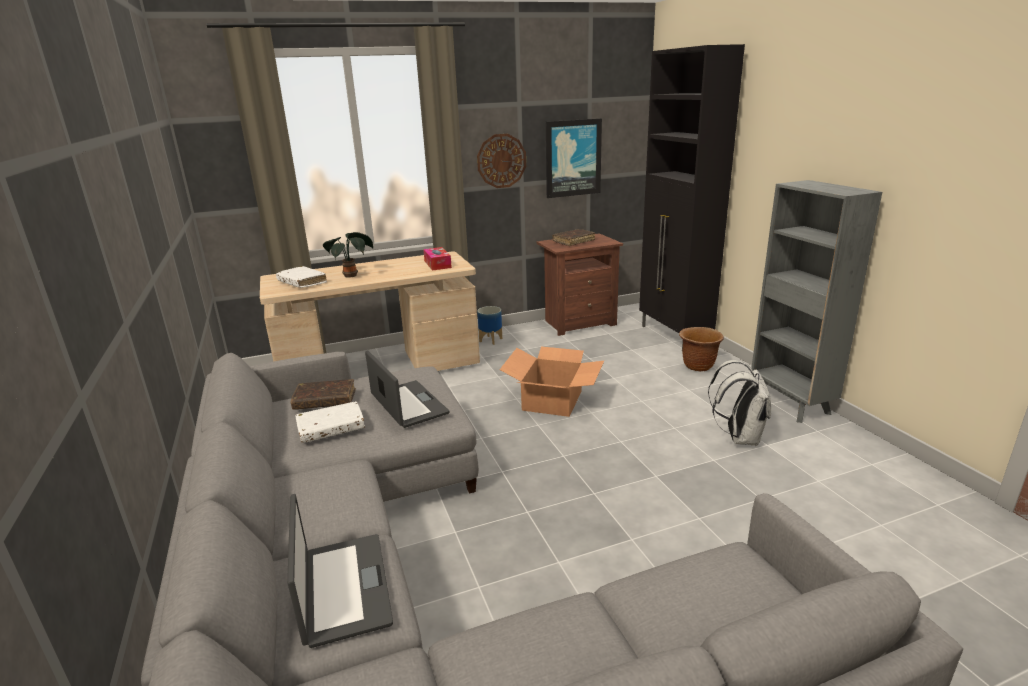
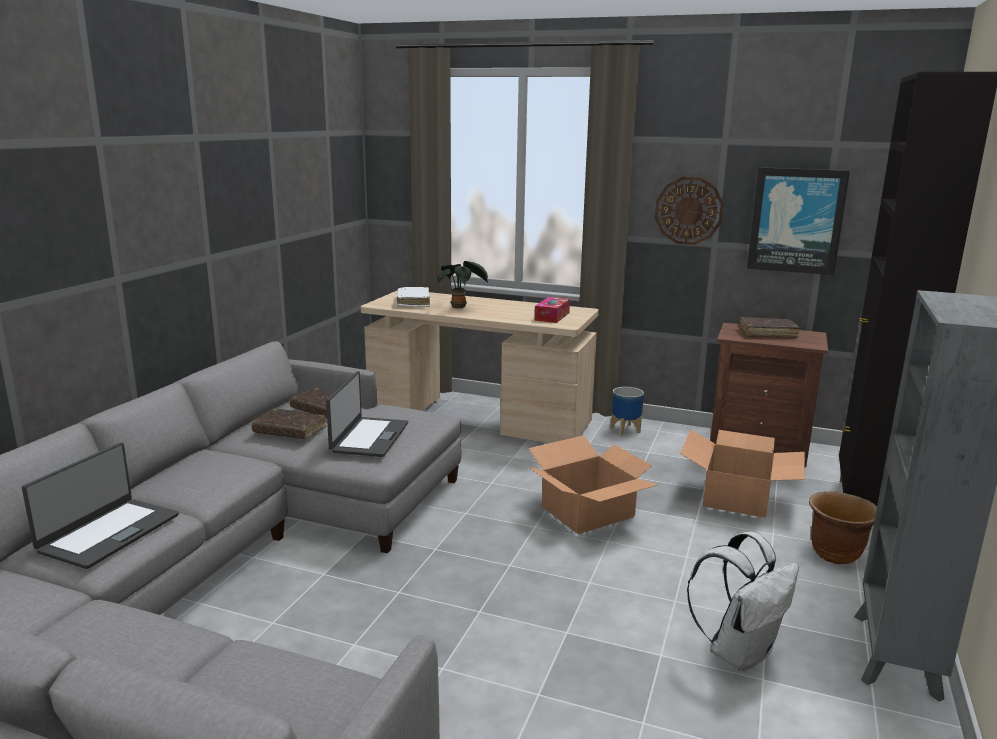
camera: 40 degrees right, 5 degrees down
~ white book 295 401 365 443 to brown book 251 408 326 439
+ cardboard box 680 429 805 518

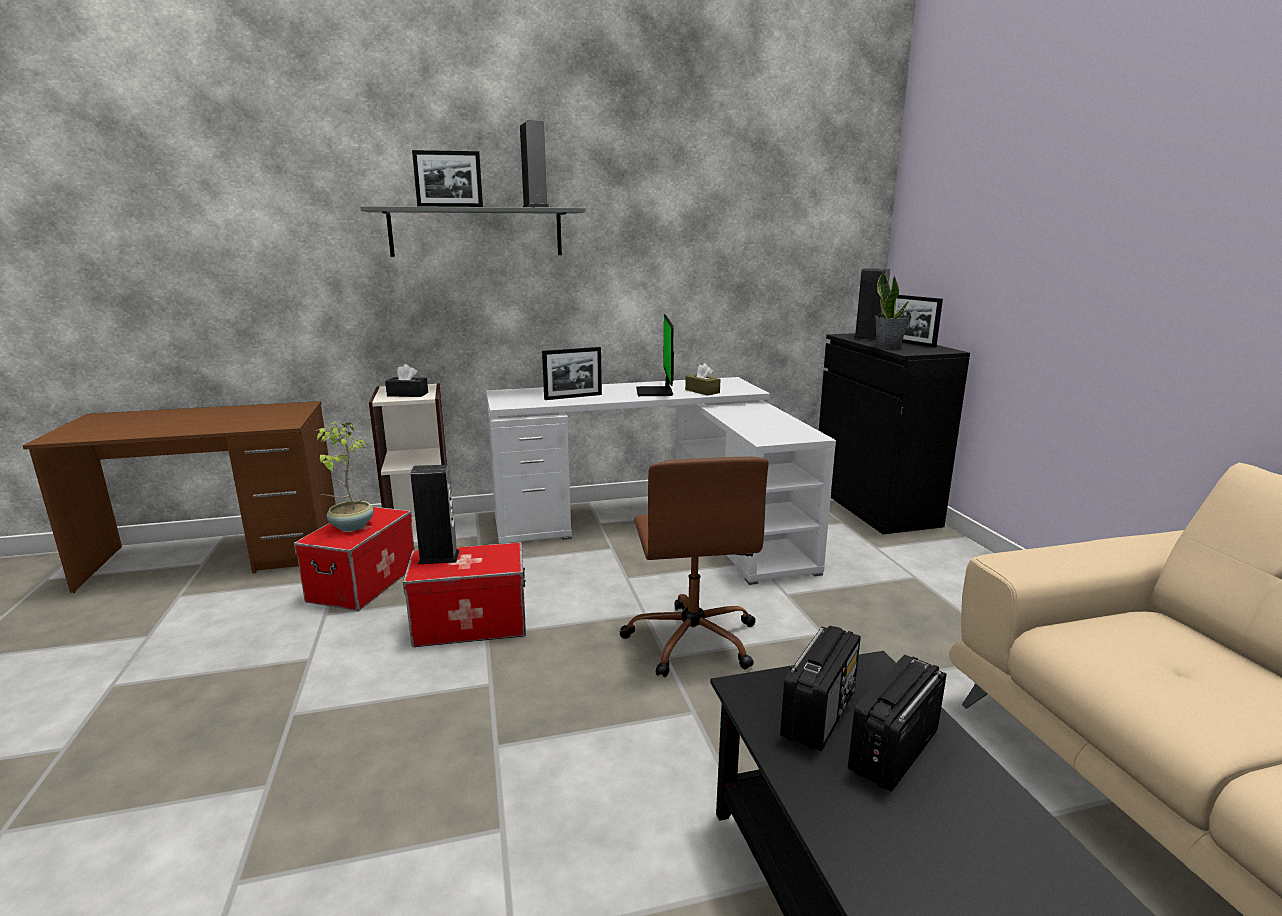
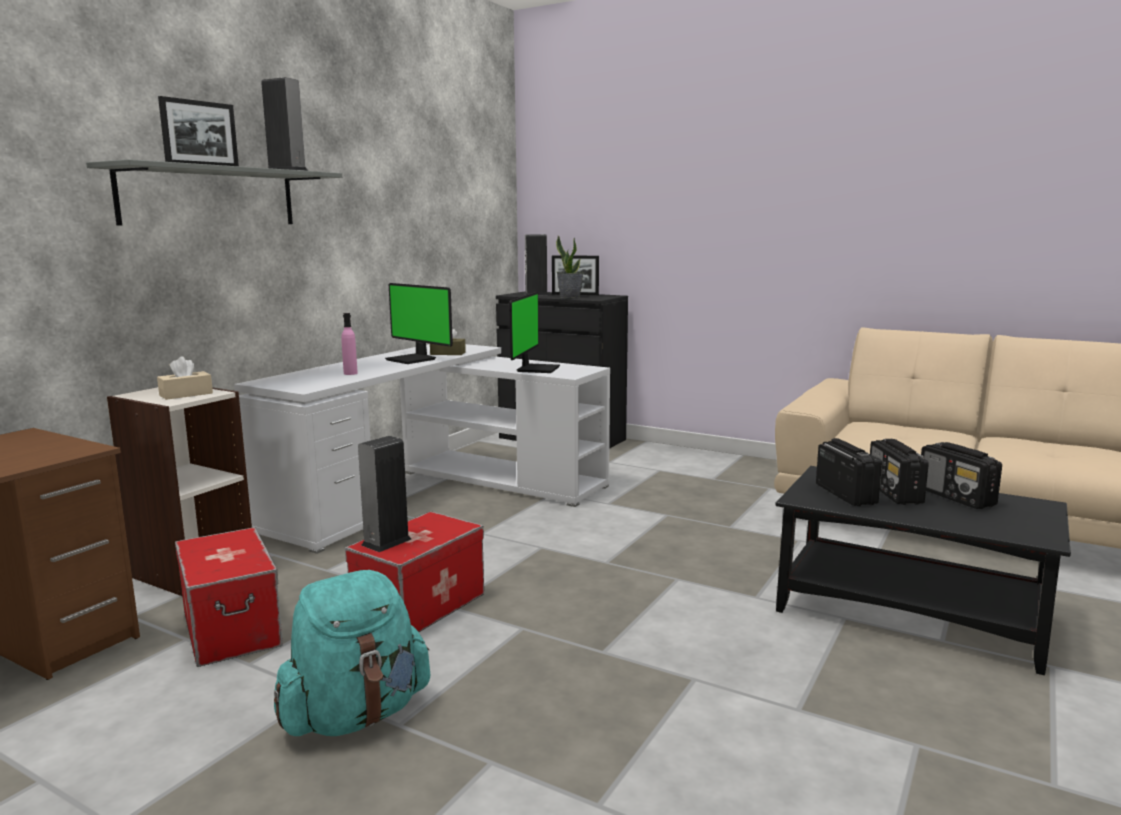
camera: 45 degrees left, 5 degrees down
~ black tissue box 385 364 428 397 to beige tissue box 157 356 213 400
+ turquoise backpack 274 570 430 736
~ picture frame 542 347 602 400 to pink bottle 341 313 358 375
+ monitor 509 292 560 373
+ radio 921 442 1002 509
- potted plant 316 422 374 531
- brown office chair 619 456 769 677

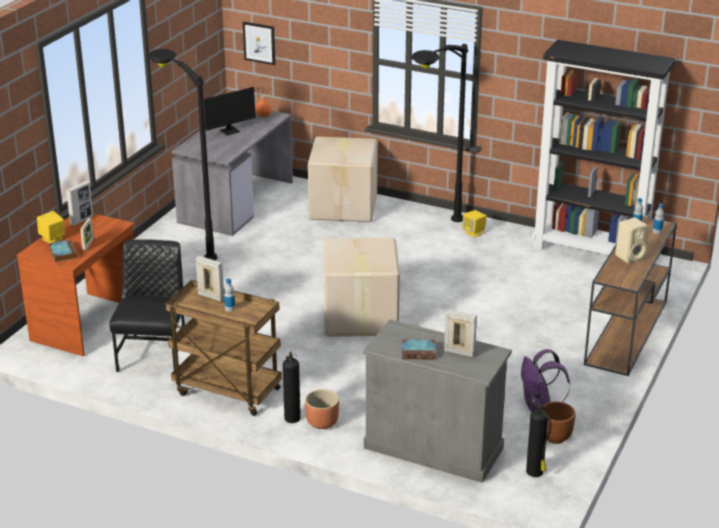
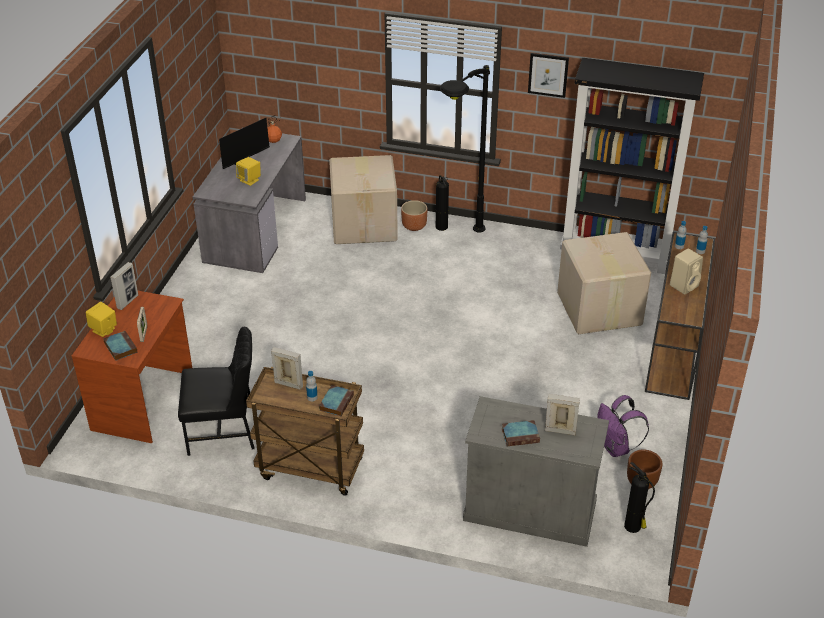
camera: 10 degrees left, 10 degrees up
~ black chair 109 239 185 372 = 178 327 255 456 90 degrees clockwise
~ yellow speaker 462 210 487 237 to 236 157 261 186
+ book 319 385 354 416
~ brown planter 305 389 339 429 to 401 200 427 231
~ fire extinguisher 283 351 301 423 to 436 175 449 231
~ picture 243 22 275 65 to 528 53 569 98
~ cardboard box 323 238 400 337 to 557 232 651 334
- black floor lamp 147 49 217 260

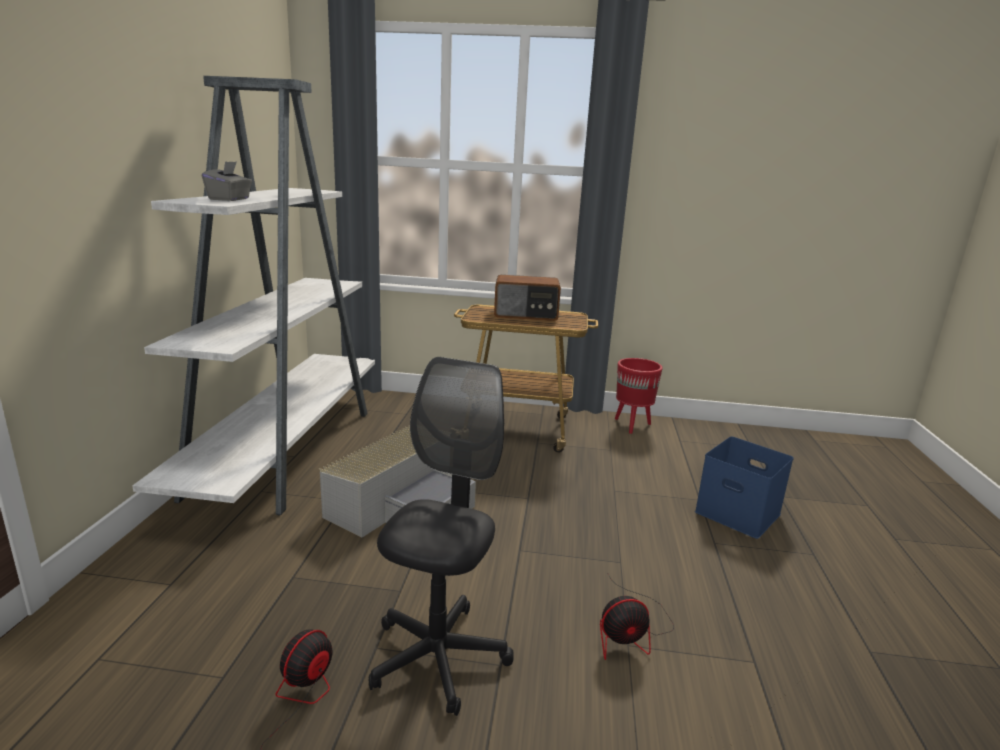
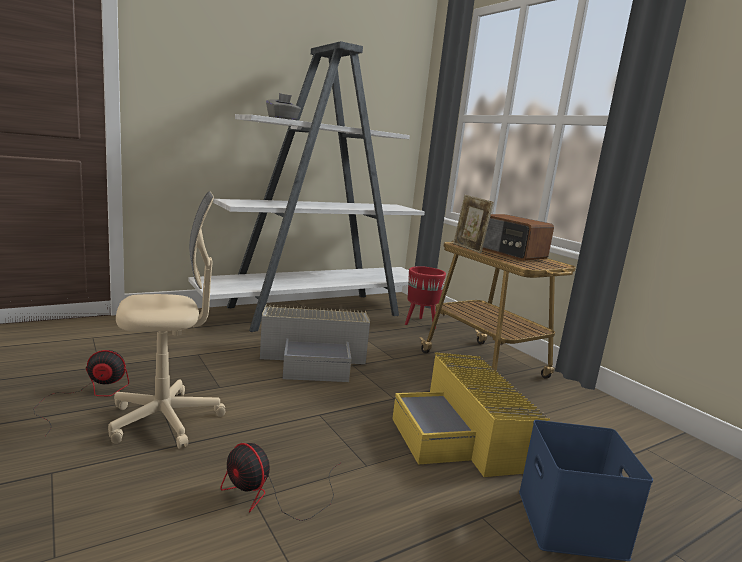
camera: 50 degrees right, 5 degrees down
~ black office chair 369 357 514 716 to beige office chair 108 191 226 449
+ yellow storage box 392 352 550 477
~ red planter 615 358 663 434 to 405 266 446 329
+ picture frame 453 195 494 253

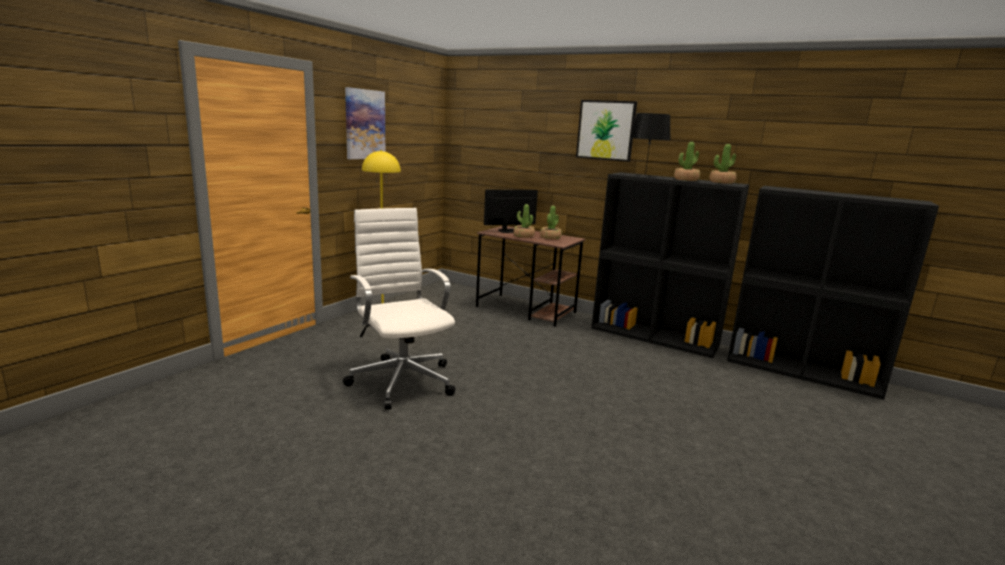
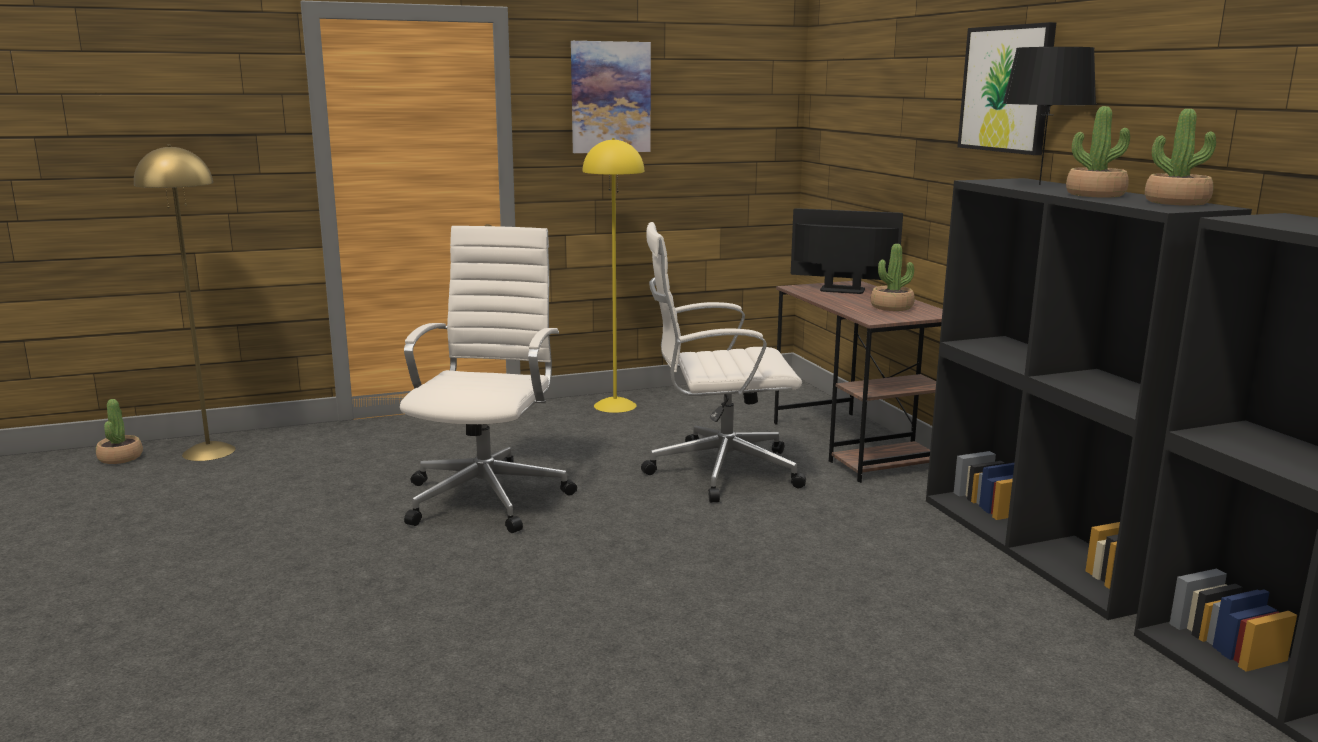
camera: 40 degrees right, 0 degrees up
~ potted plant 513 204 535 238 to 96 399 143 464
+ yellow floor lamp 134 145 236 461
+ white office chair 641 222 806 503

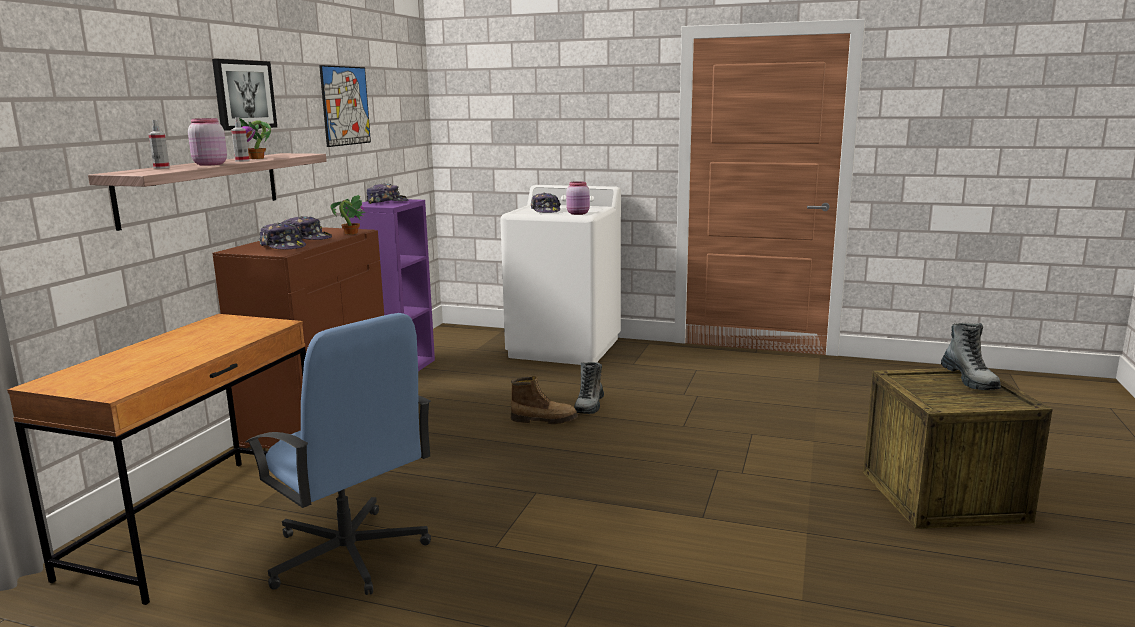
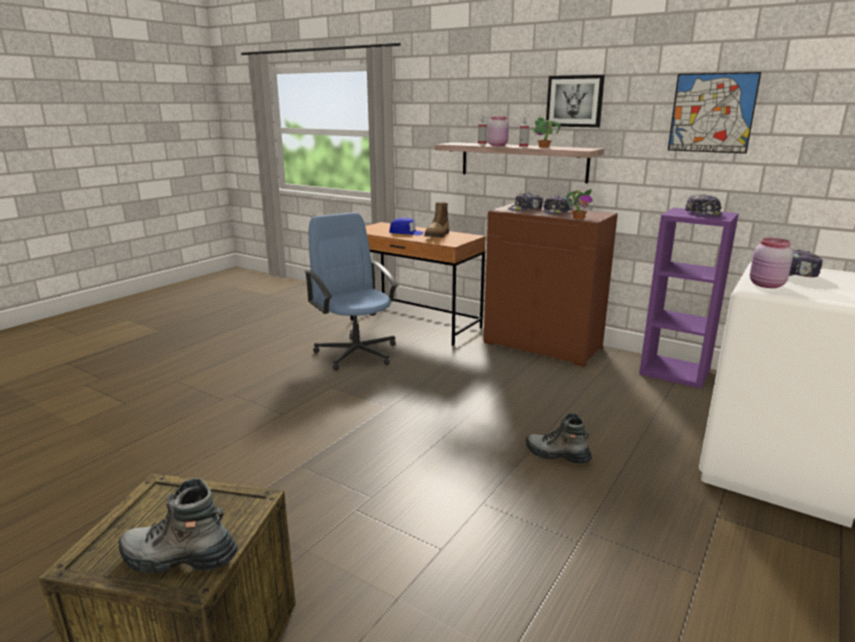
camera: 105 degrees right, 5 degrees up
~ blue office chair 246 313 431 595 = 305 212 399 371 90 degrees clockwise
+ blue cap 389 218 424 236
~ boot 511 376 578 424 to 424 202 449 238

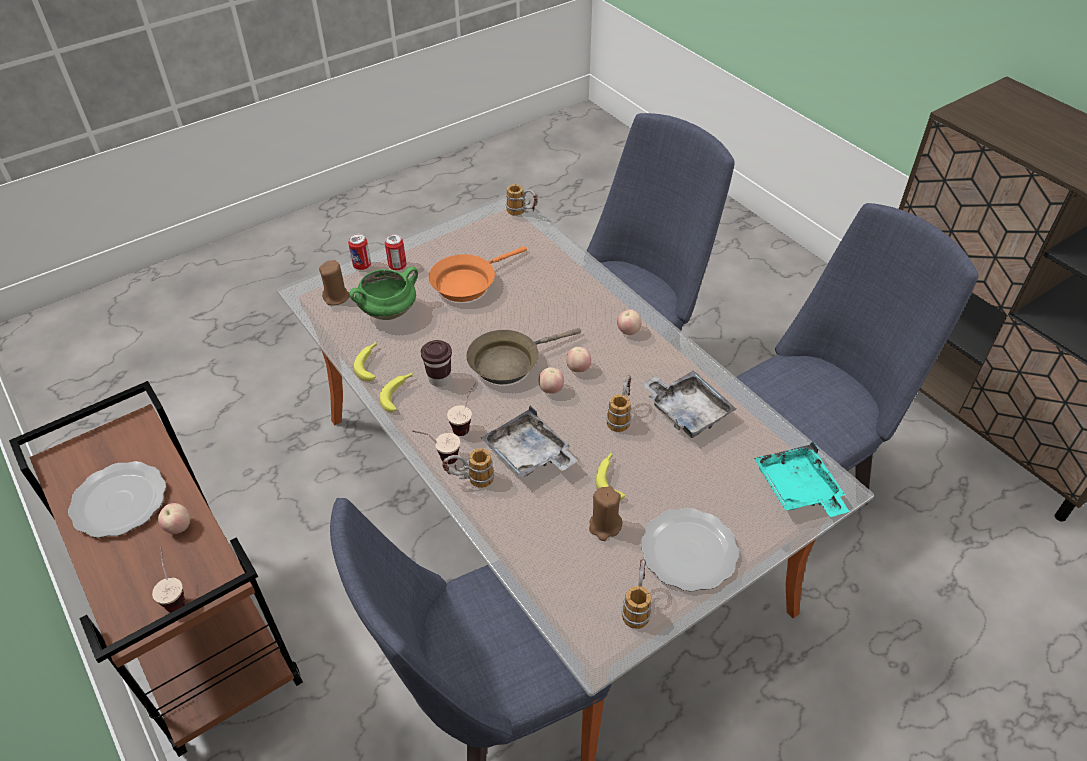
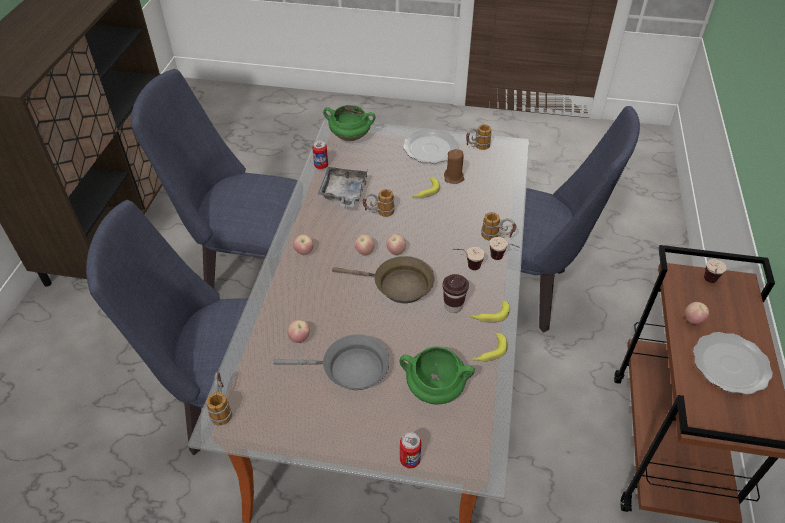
camera: 135 degrees left, 0 degrees up
~ orange frying pan 429 246 527 302 to grey frying pan 273 334 390 390
+ apple 288 320 310 343
~ can 385 234 407 270 to 312 141 328 169
~ turquoise tray 754 441 850 517 to green cooking pot 323 105 376 141
- brown candle 319 260 350 305
- grey tray 481 406 578 478

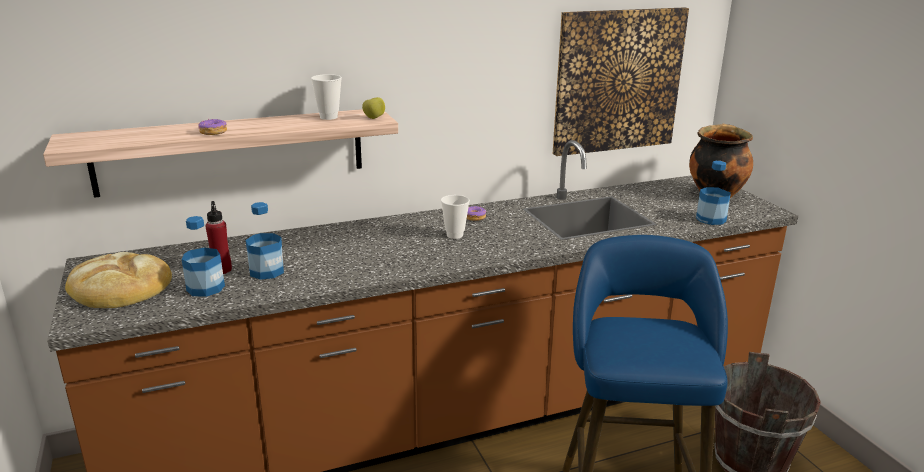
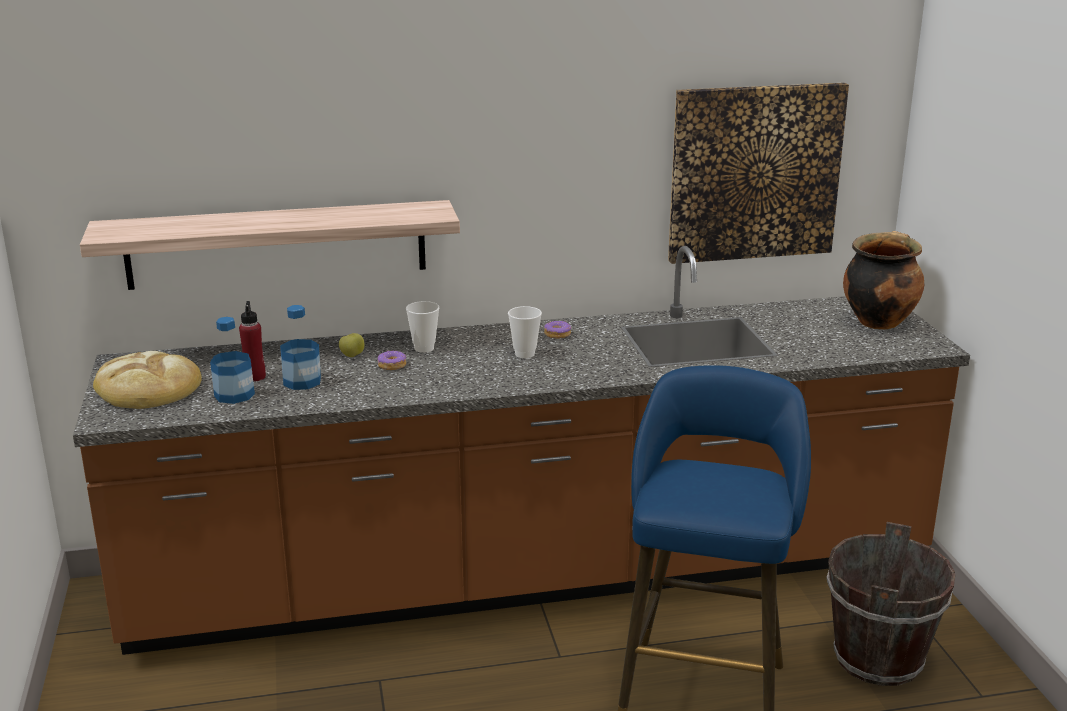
camera: 10 degrees right, 0 degrees up
~ apple 362 97 385 119 to 339 333 364 357
~ donut 198 119 227 135 to 378 350 406 370
~ cup 311 74 342 120 to 406 301 439 353
- bottle 696 161 731 225

